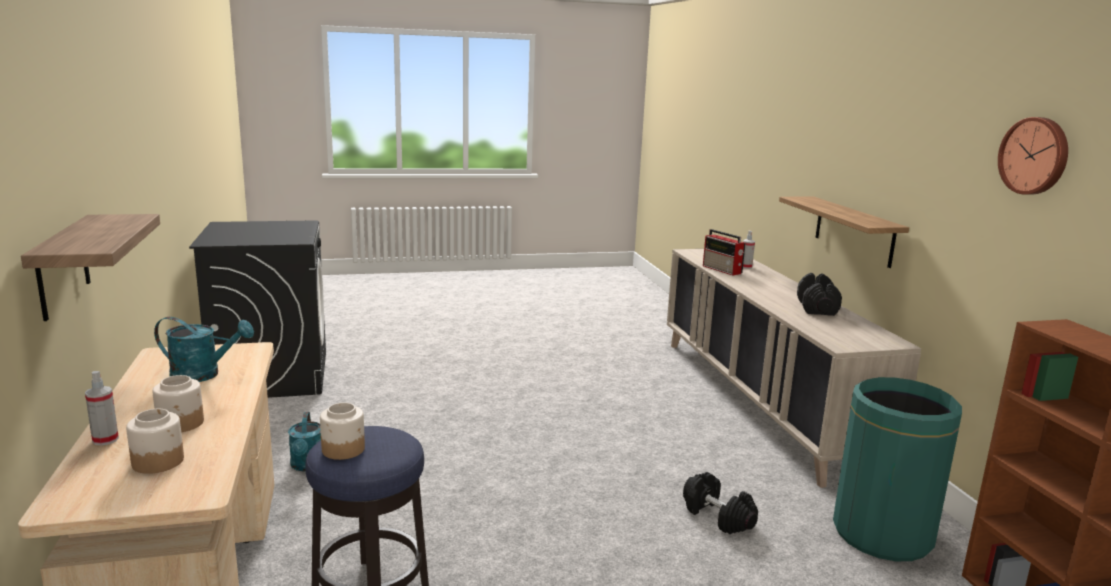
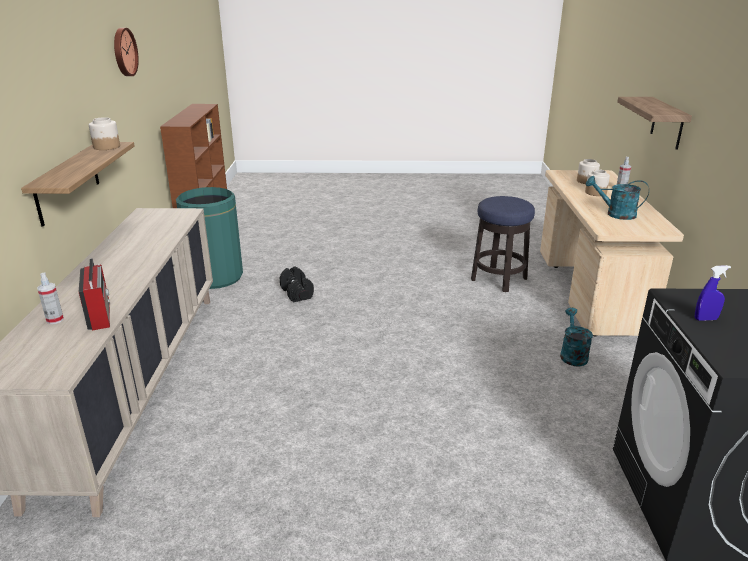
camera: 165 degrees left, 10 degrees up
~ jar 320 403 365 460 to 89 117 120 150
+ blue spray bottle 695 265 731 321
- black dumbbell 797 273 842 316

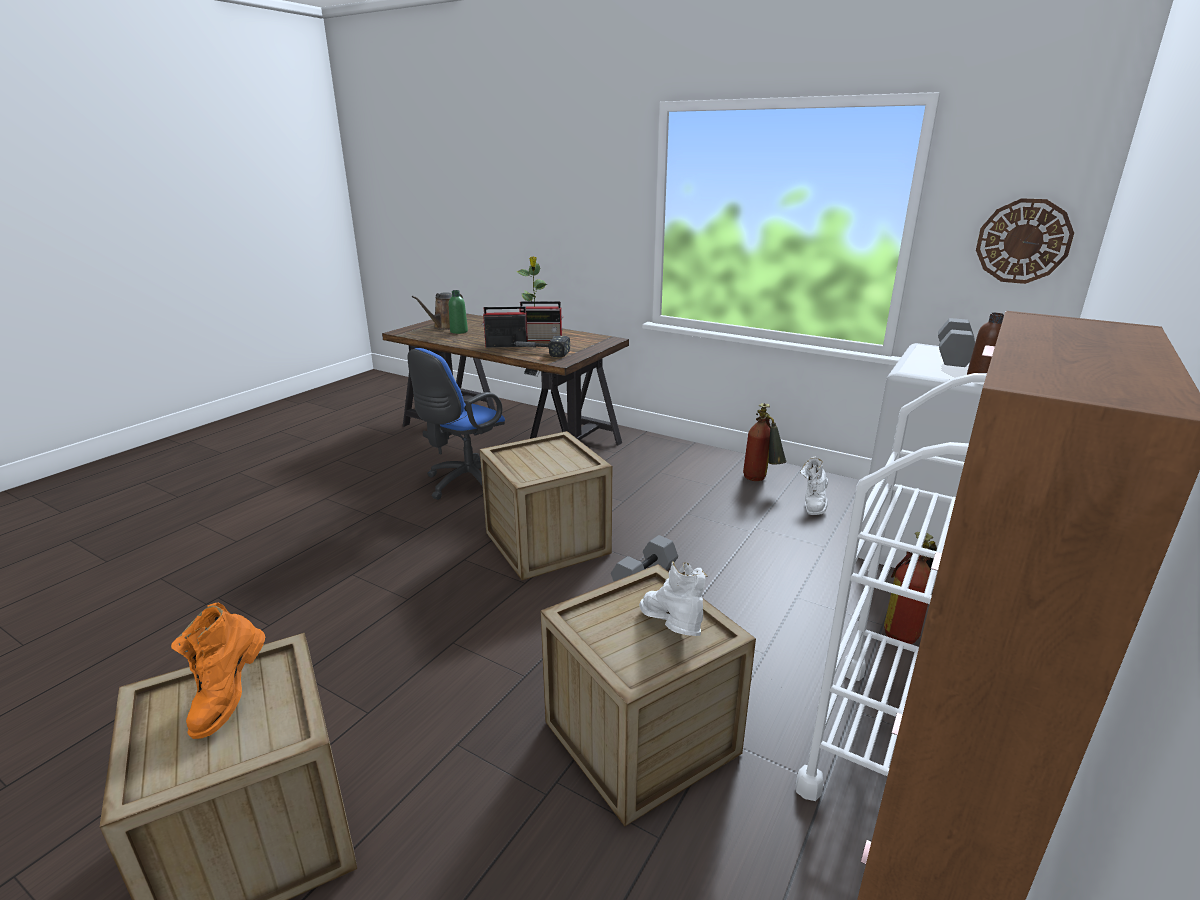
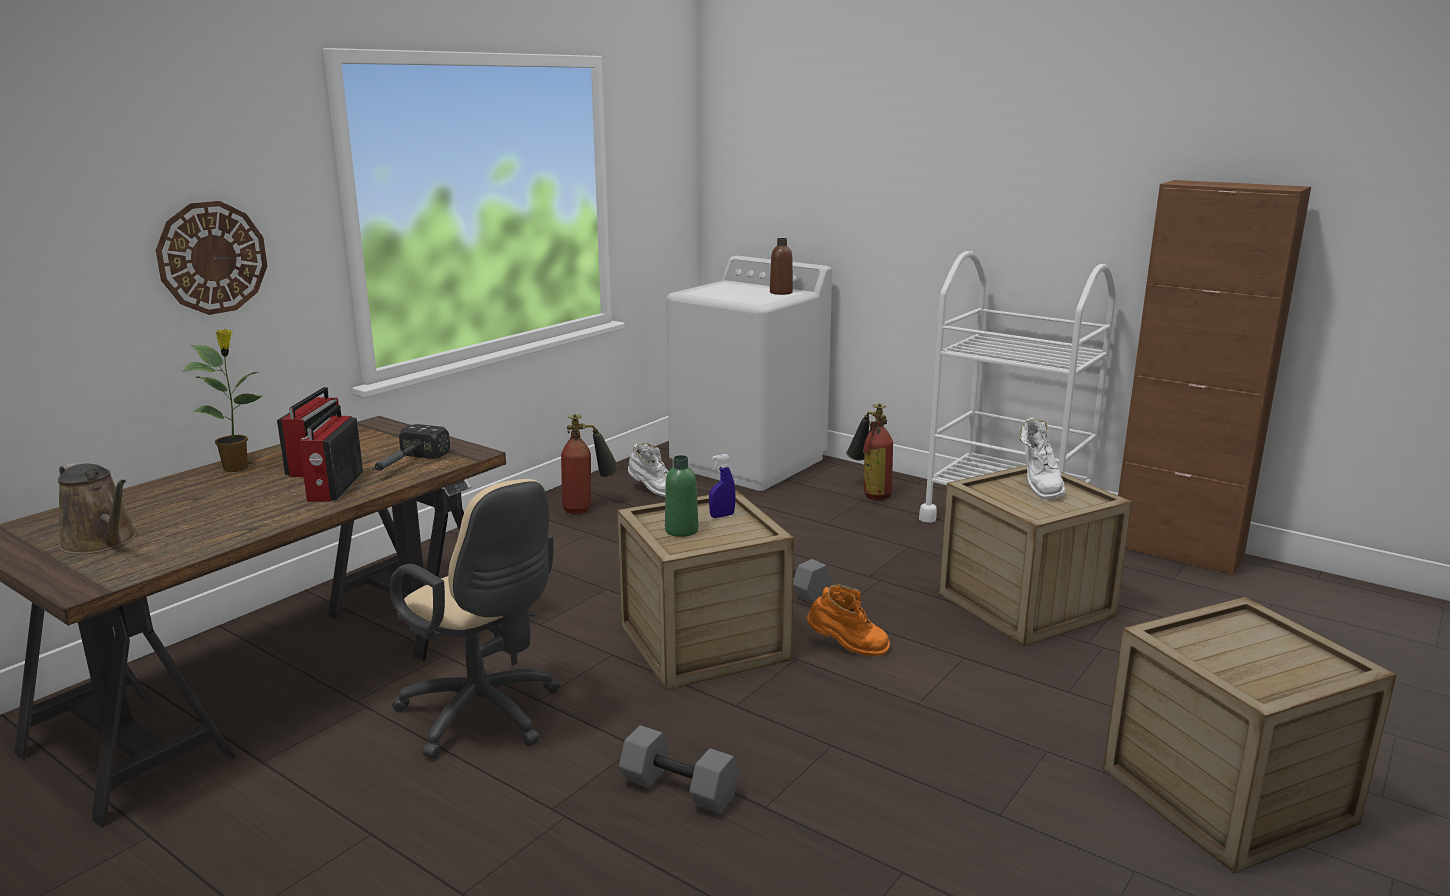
camera: 85 degrees left, 5 degrees down
~ wall clock 976 198 1074 284 to 156 201 267 315
~ blue office chair 408 348 505 500 to beige office chair 390 479 560 759
~ grey dumbbell 938 318 975 367 to 619 725 739 814
~ green bottle 449 290 468 334 to 665 455 698 537
+ blue spray bottle 709 454 736 518
~ orange boot 171 603 265 739 to 807 584 890 656
~ white boot 639 561 708 636 = 1020 418 1065 499 75 degrees counterclockwise

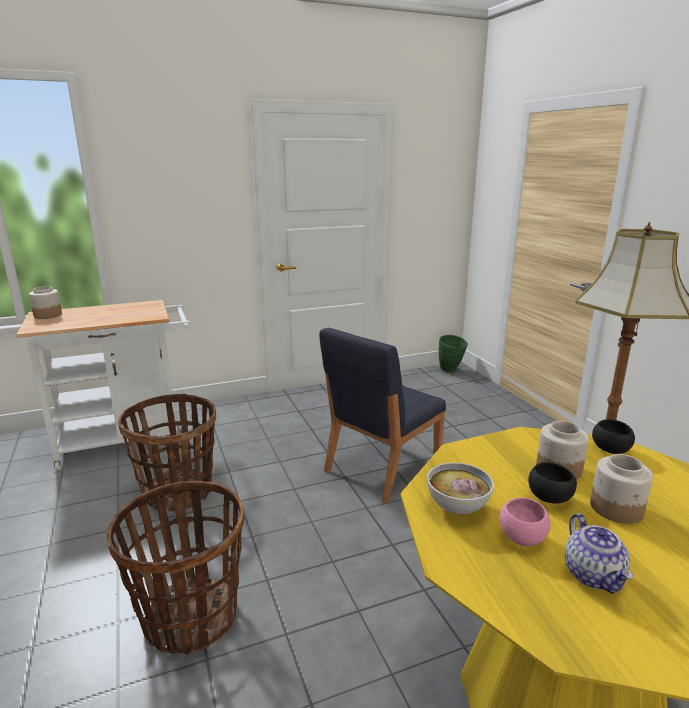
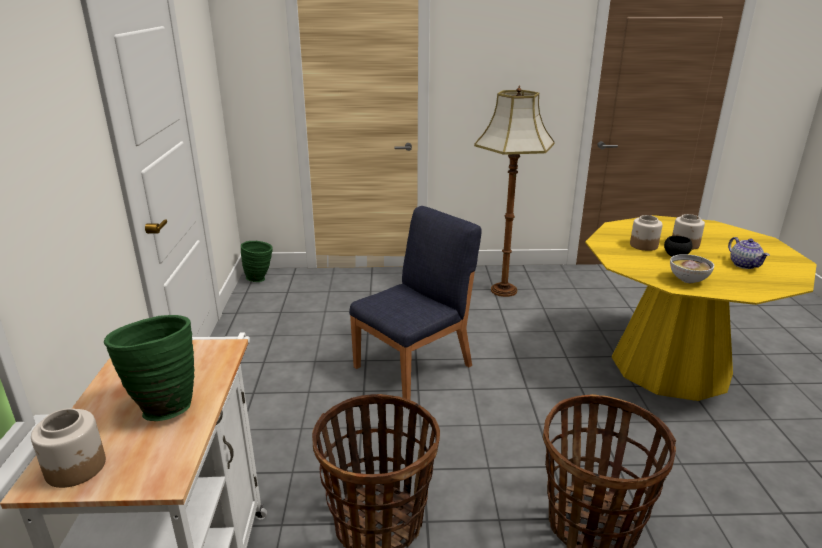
camera: 70 degrees left, 5 degrees up
+ green vase 104 315 194 421
~ blue chair 319 328 446 504 = 349 206 482 400 105 degrees counterclockwise
~ teapot 565 513 633 594 = 728 237 770 269 60 degrees clockwise
- pink bowl 500 498 550 546
- black bowl 592 419 635 454

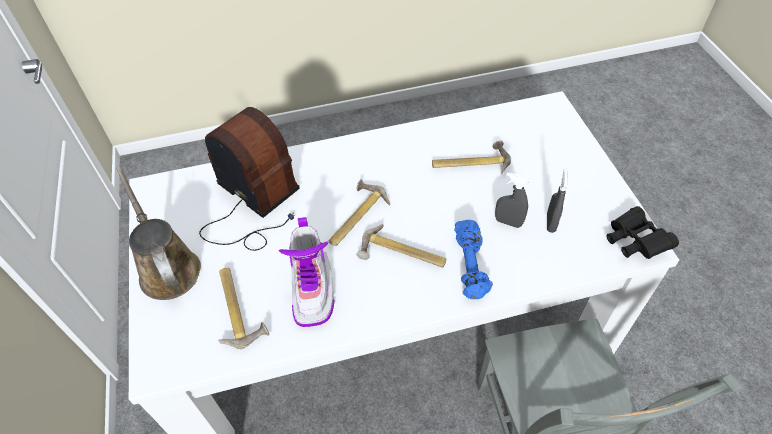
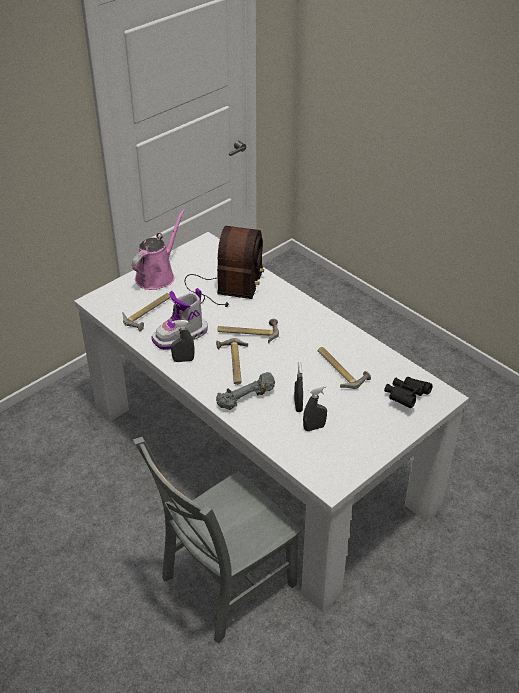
camera: 60 degrees right, 10 degrees down
~ brown watering can 116 165 201 300 to pink watering can 132 209 185 290
+ grey spray bottle 171 320 195 362
~ blue dumbbell 454 220 493 299 to grey dumbbell 216 372 275 410
~ black binoculars 607 206 679 259 to 384 377 432 408

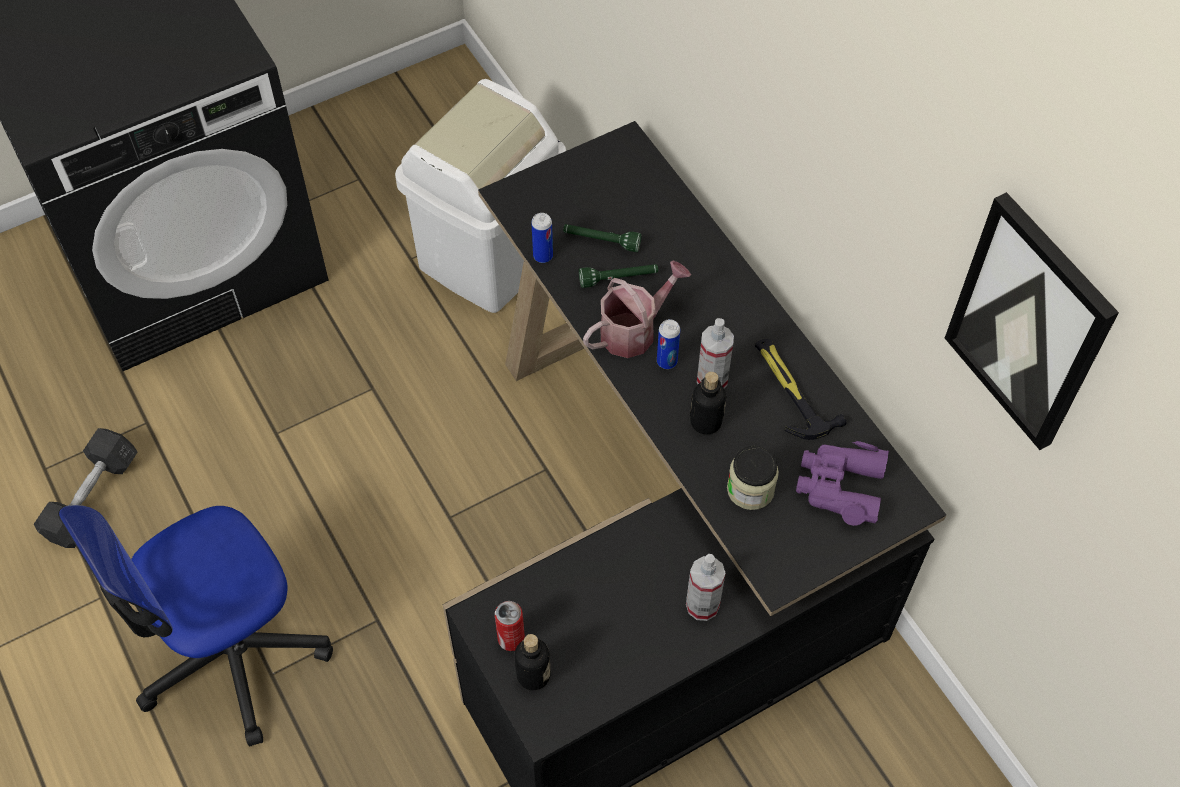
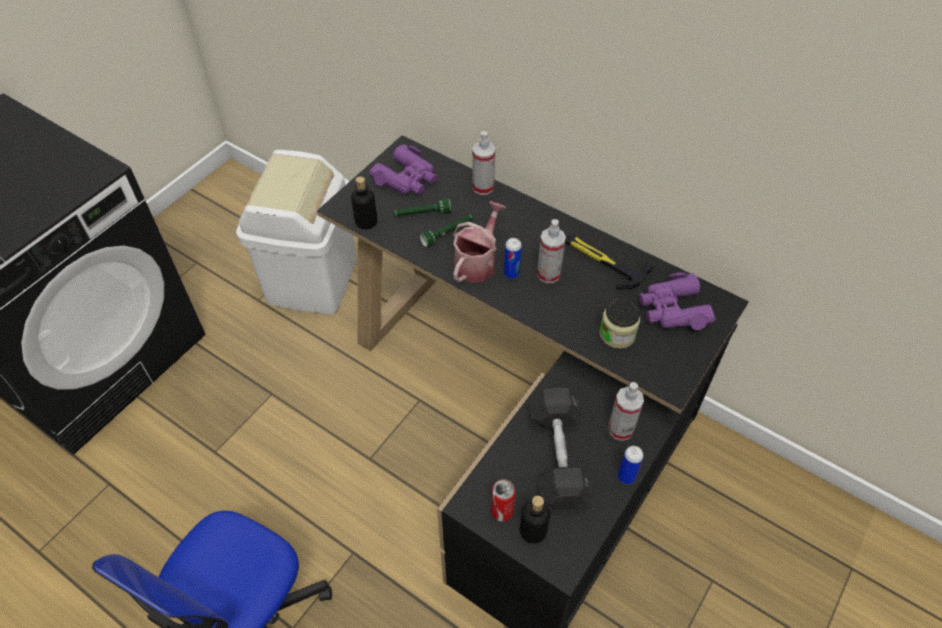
camera: 25 degrees left, 5 degrees down
~ bottle 690 372 727 435 to 351 176 377 229
+ purple binoculars 369 144 437 195
+ spray bottle 472 131 495 195
~ grey dumbbell 34 428 137 548 to 529 388 594 510
~ can 531 213 553 263 to 618 446 643 484
- picture 945 192 1119 450

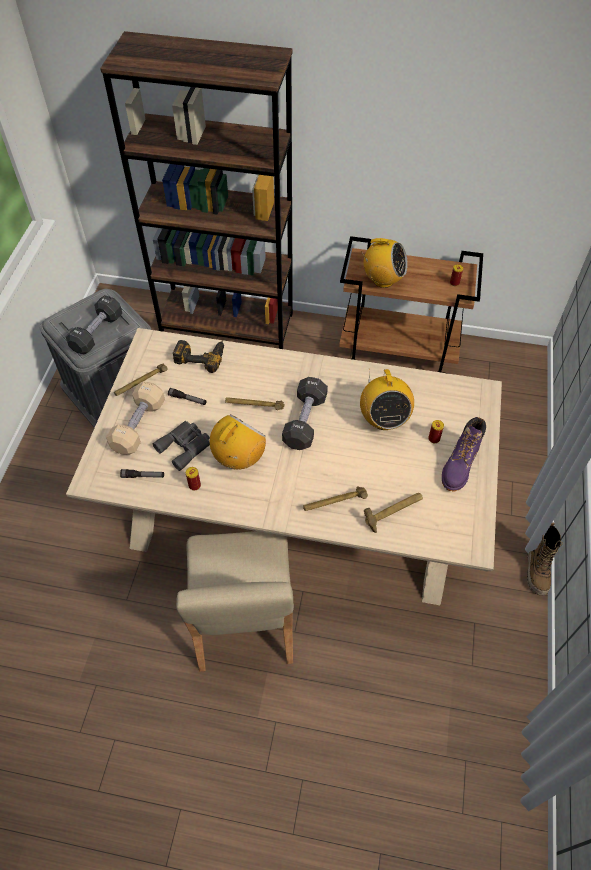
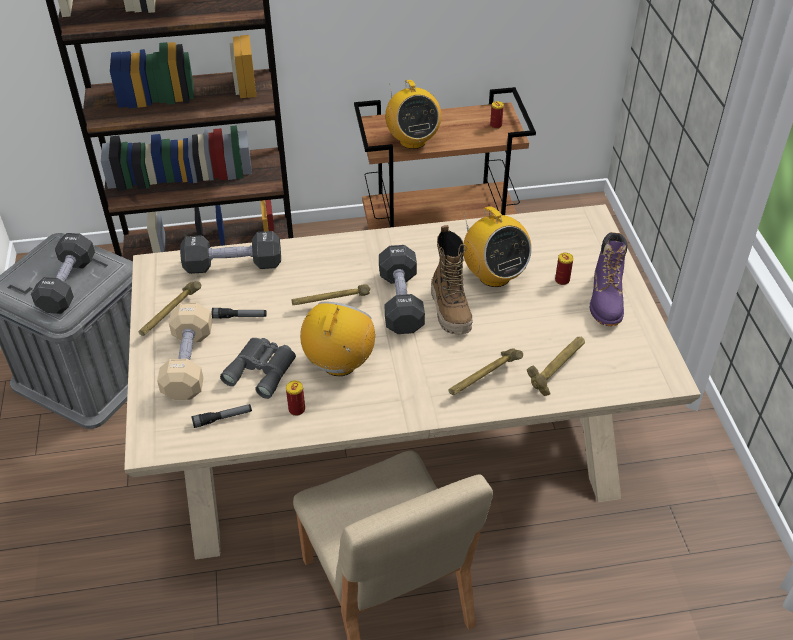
camera: 20 degrees left, 10 degrees down
~ power drill 173 340 224 373 to black dumbbell 180 231 281 274
~ radio 361 238 408 288 = 385 80 441 149 75 degrees clockwise
~ boot 527 522 563 596 to 431 225 472 335

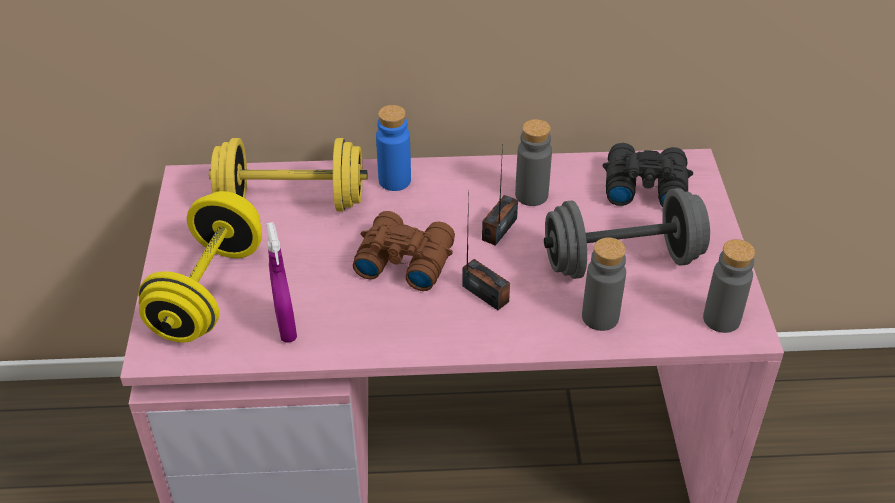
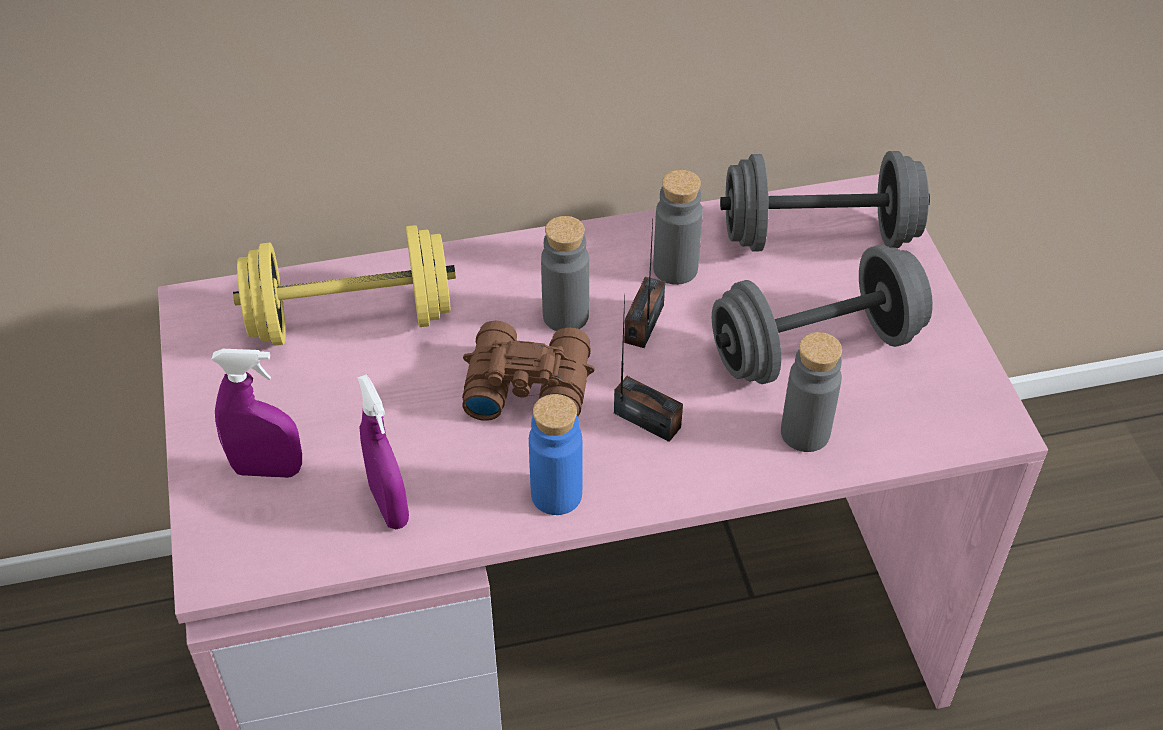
camera: 10 degrees left, 5 degrees up
~ yellow dumbbell 138 191 262 343 to purple spray bottle 211 349 302 478
~ blue bottle 376 105 411 191 to 529 394 583 515
~ grey bottle 703 239 755 333 to 541 216 589 331
~ black binoculars 603 143 693 207 to grey dumbbell 720 151 930 252

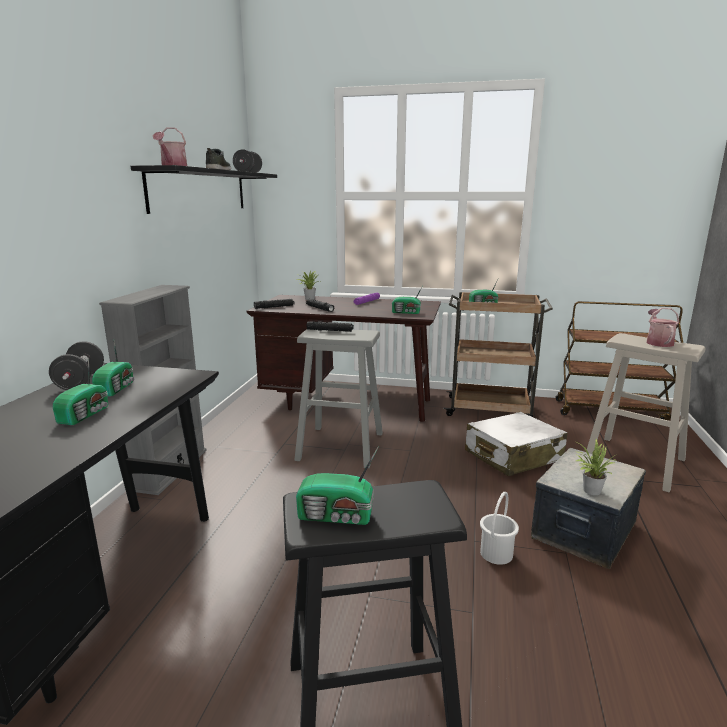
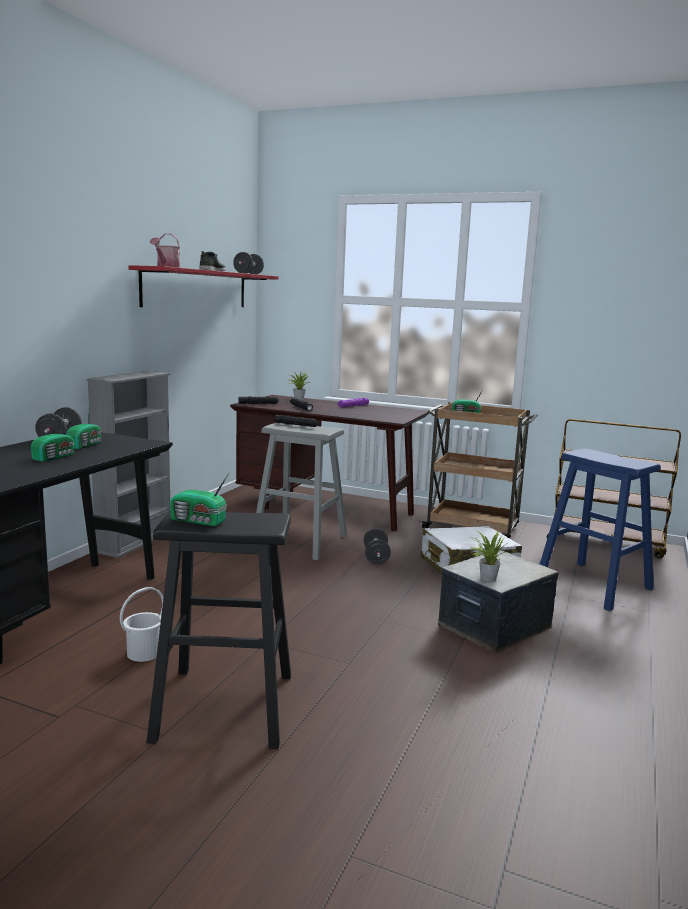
camera: 10 degrees right, 5 degrees down
~ white bucket 480 492 519 565 to 120 587 164 662
~ black shelf 131 165 277 214 to red shelf 129 265 279 307
+ black dumbbell 364 528 391 564
~ beige stool 587 333 706 492 to blue stool 540 448 661 611
- radio 392 286 423 314
- watering can 647 308 679 347

